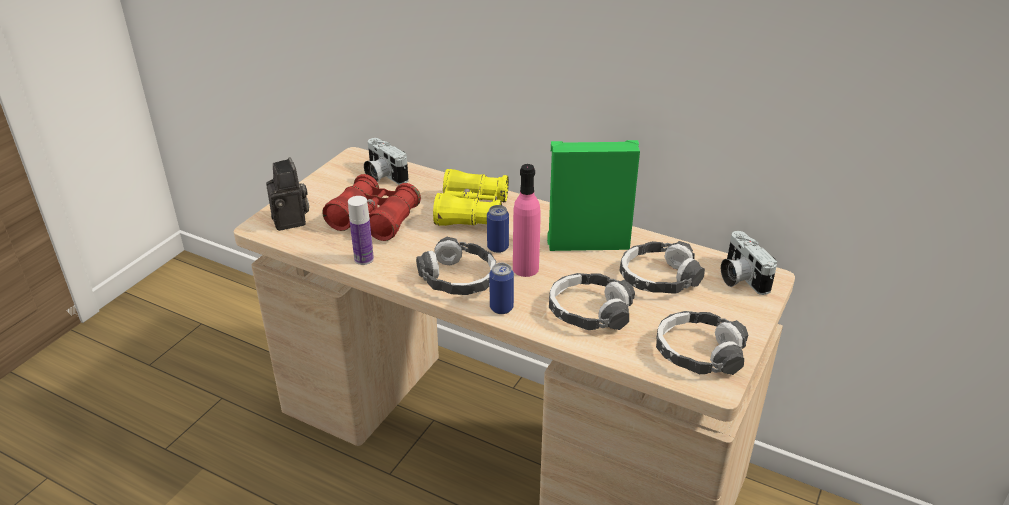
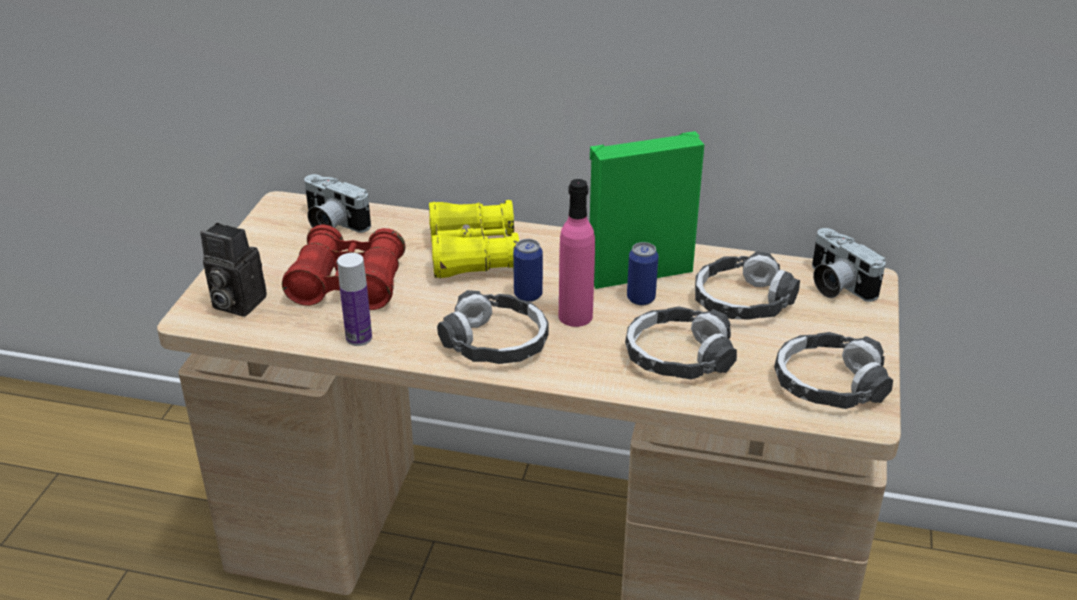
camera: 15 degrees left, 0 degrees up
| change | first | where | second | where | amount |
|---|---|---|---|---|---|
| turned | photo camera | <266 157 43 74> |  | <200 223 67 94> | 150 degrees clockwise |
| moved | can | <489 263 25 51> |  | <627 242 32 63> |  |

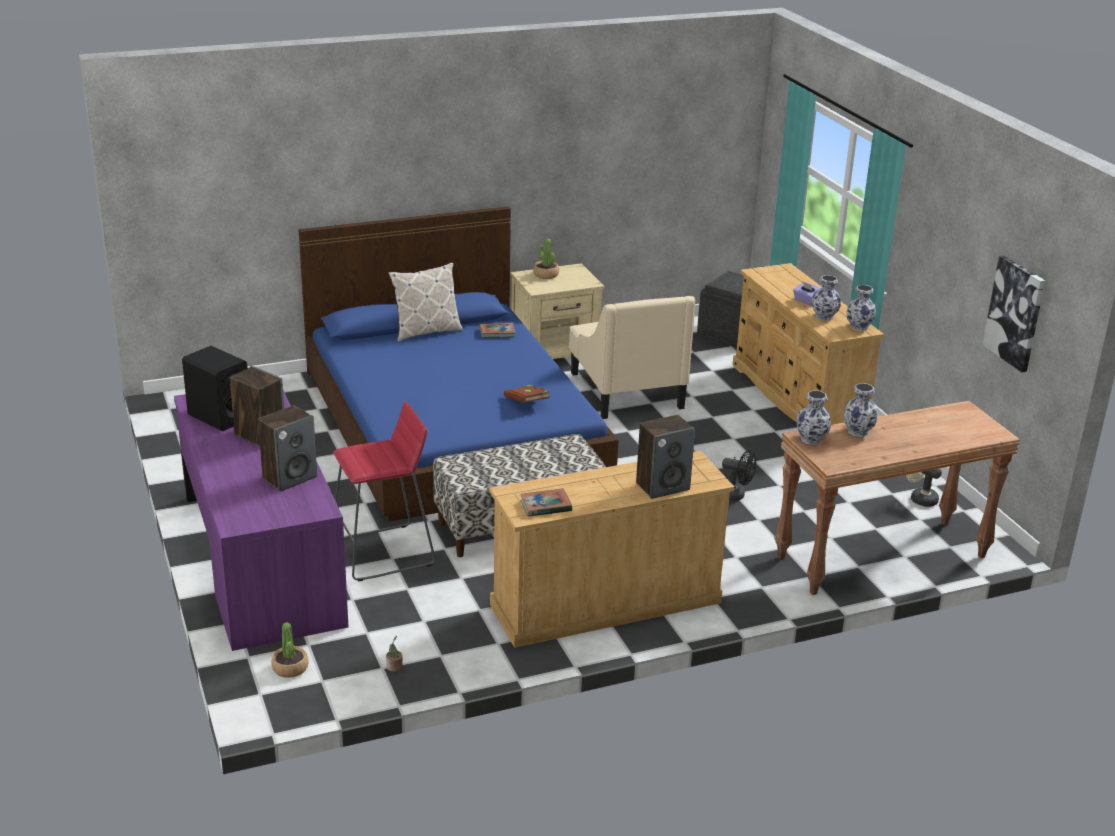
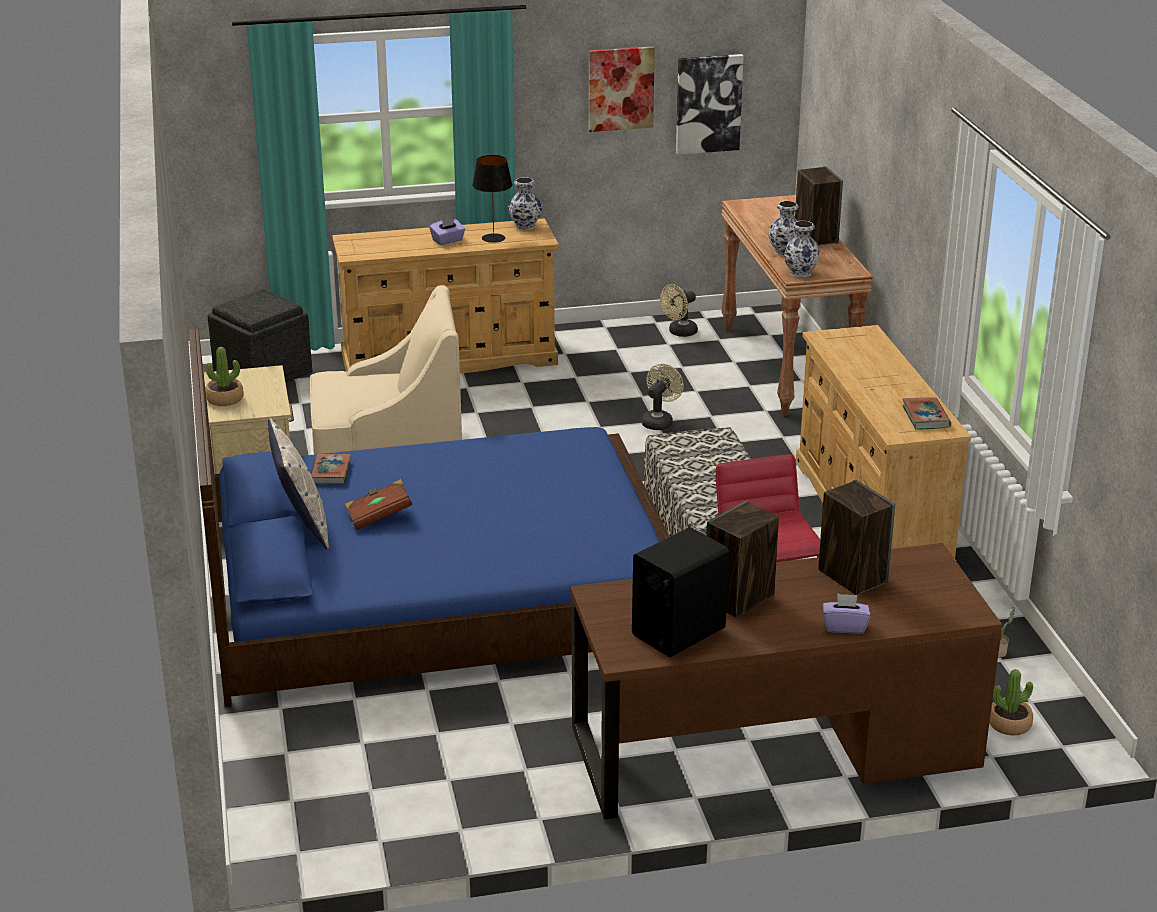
camera: 80 degrees left, 0 degrees up
| change | first | where | second | where | amount |
|---|---|---|---|---|---|
| replaced | vase | <812 275 29 46> | black table lamp | <472 155 40 88> |  |
| moved | brown book | <504 385 46 18> |  | <345 479 67 51> |  |
| recoloured | purple desk | <174 390 174 261> | brown desk | <570 543 432 277> |  |
| moved | speaker | <636 415 59 84> |  | <795 166 48 79> |  |
| recoloured | black fan | <722 450 35 51> | beige fan | <642 364 42 66> |  |
| added |  |  | picture | <589 46 66 86> |  |
| added |  |  | purple tissue box | <823 593 48 41> |  |

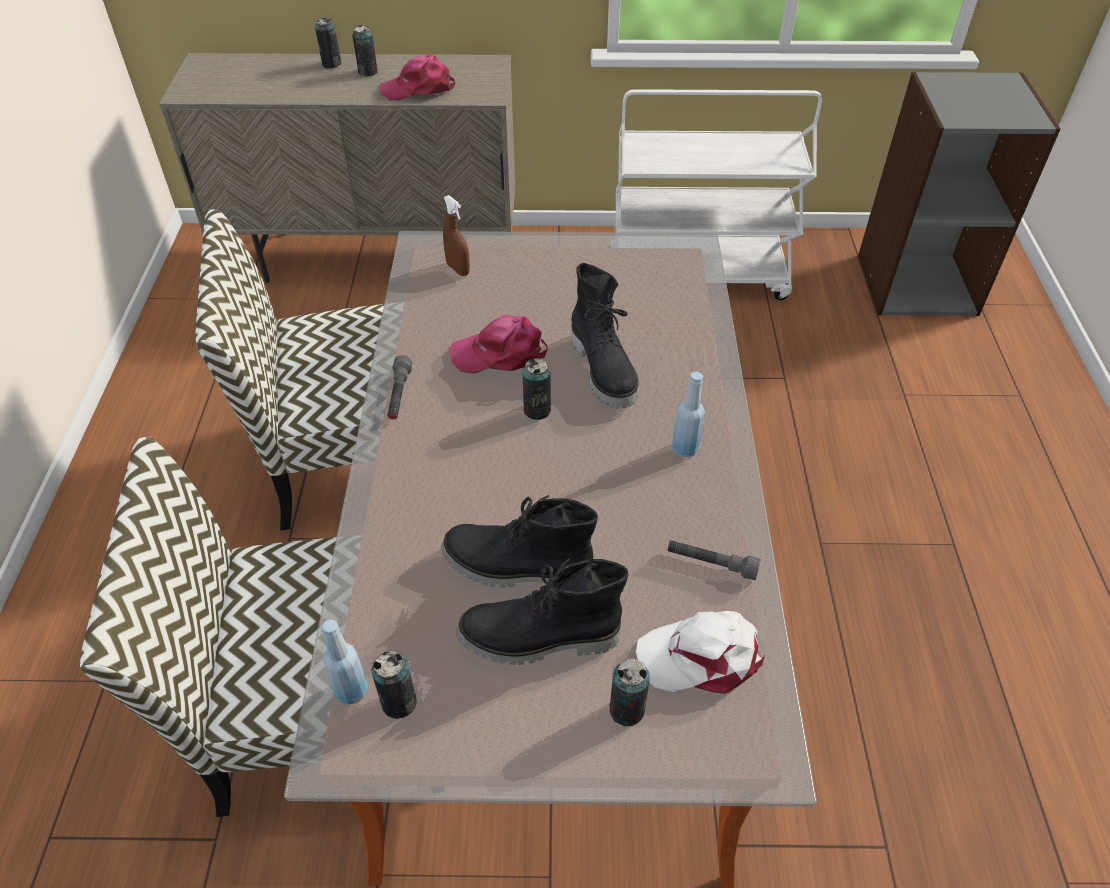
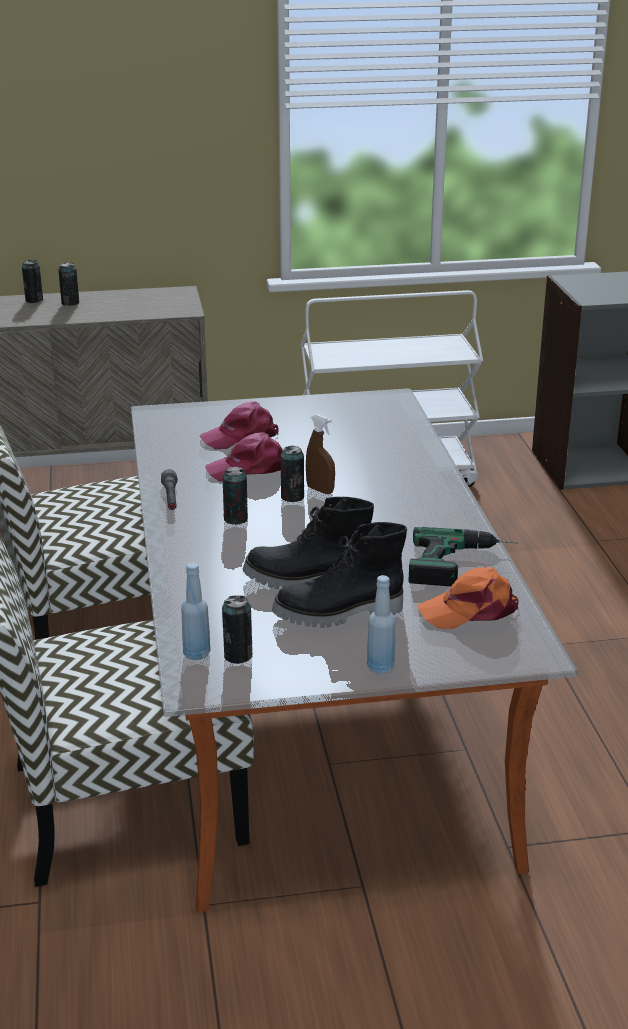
camera: 10 degrees left, 20 degrees down
| change | first | where | second | where | amount |
|---|---|---|---|---|---|
| moved | pink cap | <379 54 76 47> |  | <200 401 79 48> |  |
| moved | brown spray bottle | <443 195 27 81> |  | <306 414 29 80> |  |
| removed | black boot | <571 263 68 146> |  |  |  |
| moved | blue bottle | <672 372 33 85> |  | <367 575 29 99> |  |
| replaced | grey flashlight | <667 540 94 40> | power drill | <408 527 110 59> |  |
| recoloured | white cap | <636 611 129 83> | orange cap | <418 567 101 62> |  |
| moved | can | <609 658 41 68> |  | <223 467 25 58> |  |

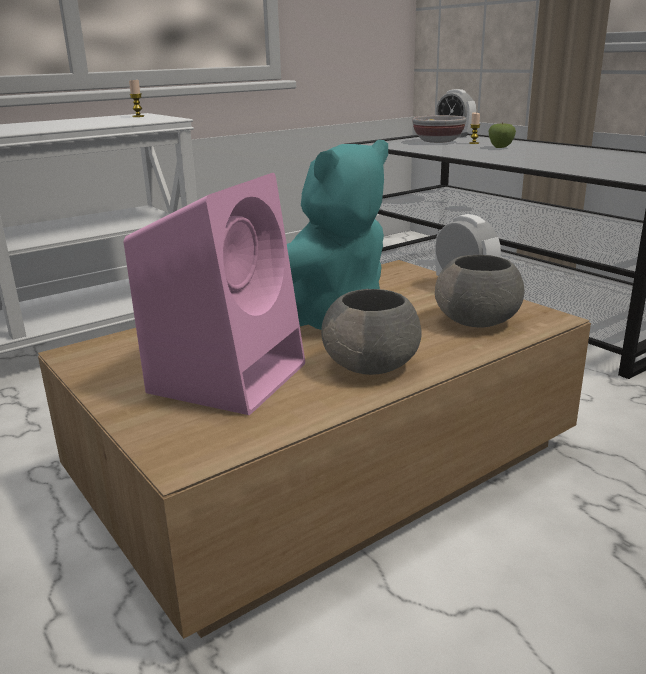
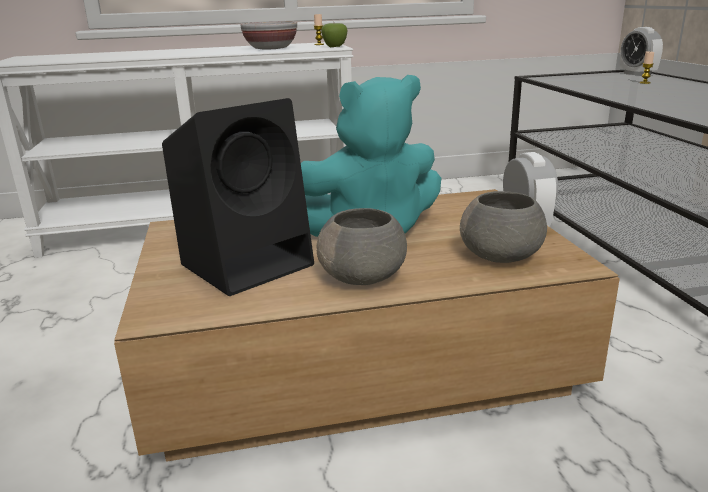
camera: 25 degrees right, 0 degrees up
| change | first | where | second | where | amount |
|---|---|---|---|---|---|
| moved | bowl | <412 115 54 28> |  | <240 21 57 29> |  |
| moved | apple | <489 122 27 26> |  | <321 21 27 26> |  |
| recoloured | pink speaker | <124 173 181 242> | black speaker | <162 98 152 198> |  |

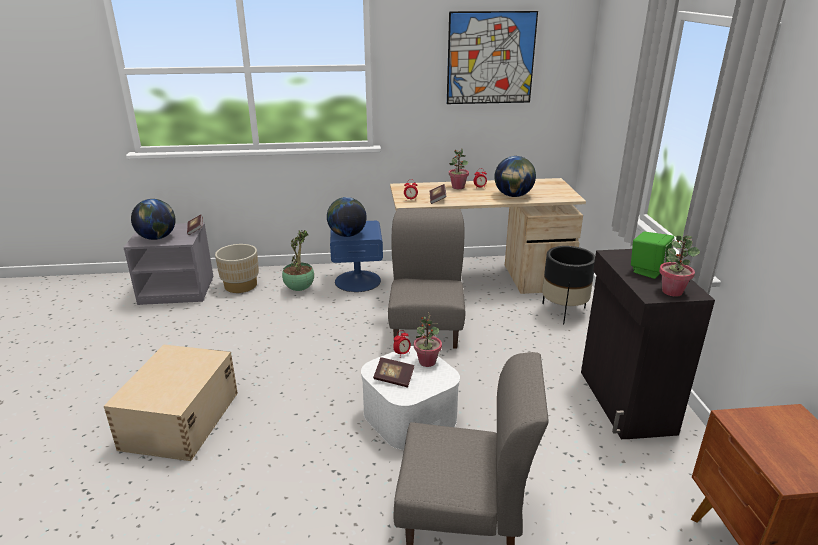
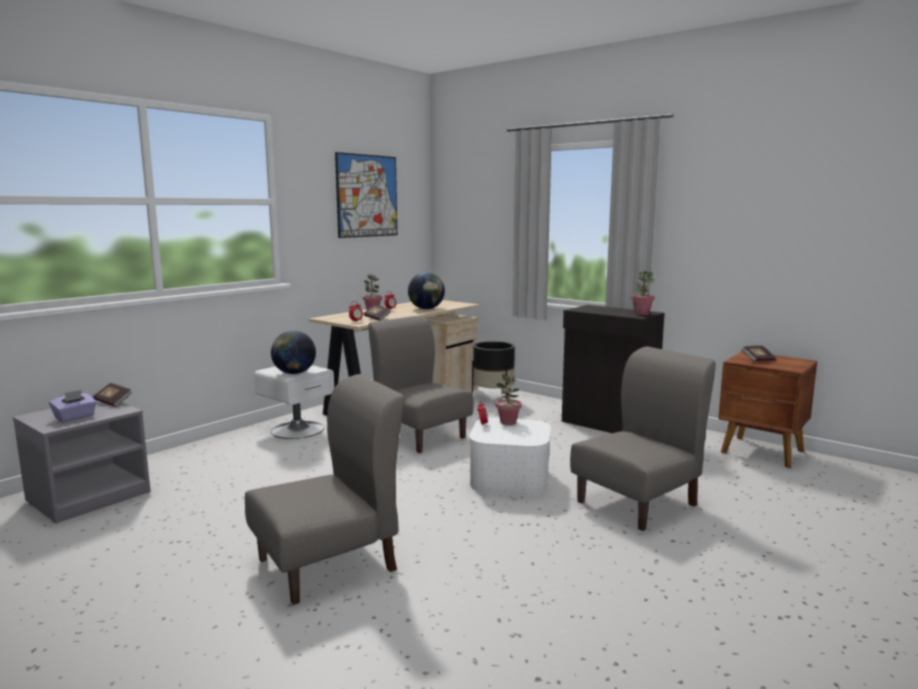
camera: 45 degrees left, 15 degrees down
| change | first | where | second | where | amount |
|---|---|---|---|---|---|
| replaced | globe | <131 199 45 41> | purple tissue box | <49 390 48 32> |  |
| recoloured | blue nightstand | <330 221 53 71> | white nightstand | <254 365 80 74> |  |
| removed | potted plant | <282 230 32 61> |  |  |  |
| removed | green speaker | <631 232 43 47> |  |  |  |
| removed | beige planter | <215 244 44 49> |  |  |  |
| replaced | beige storage box | <104 345 134 116> | grey chair | <245 374 160 231> |  |
| moved | book | <373 357 41 30> |  | <742 346 34 16> |  |

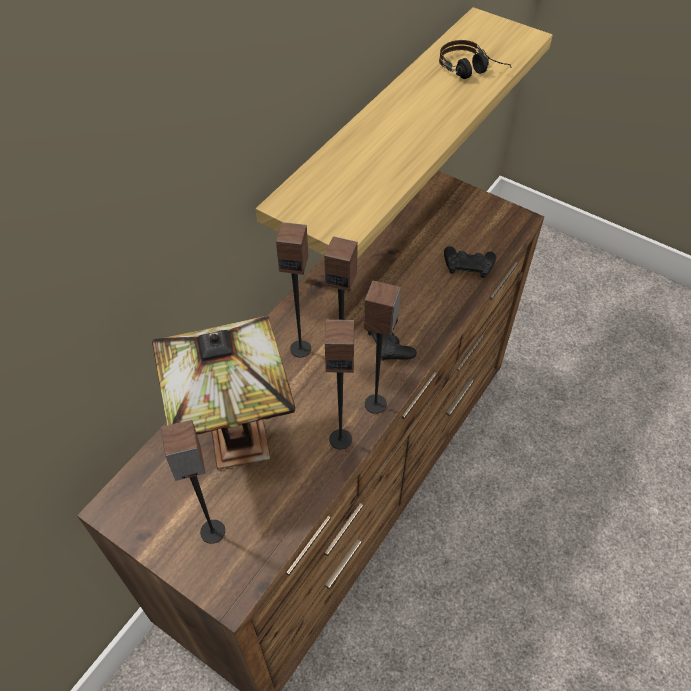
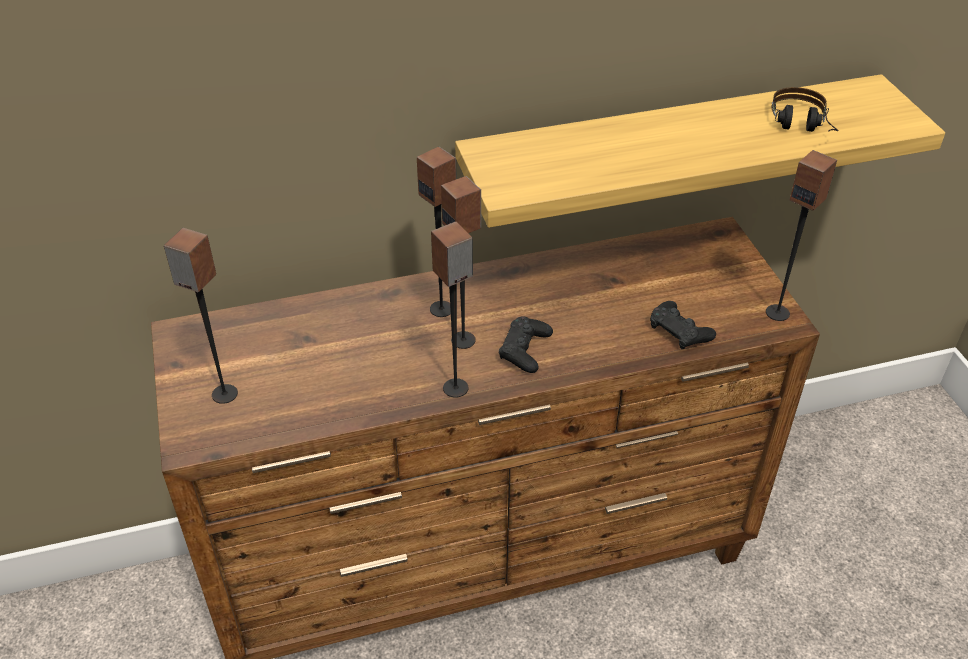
camera: 40 degrees right, 10 degrees down
| change | first | where | second | where | amount |
|---|---|---|---|---|---|
| removed | table lamp | <152 316 143 154> |  |  |  |
| moved | speaker | <325 320 29 130> |  | <766 150 71 171> |  |

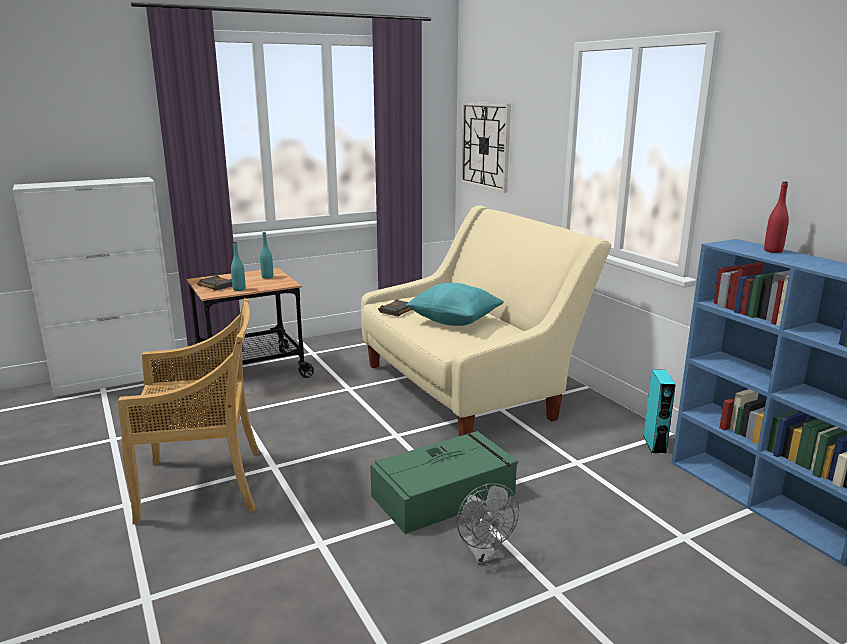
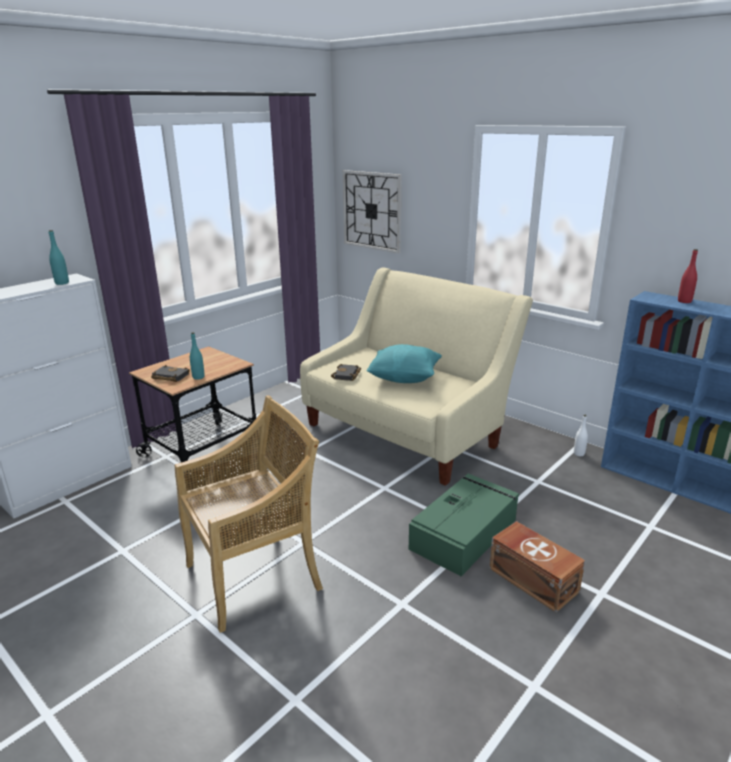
camera: 20 degrees left, 5 degrees up
| change | first | where | second | where | amount |
|---|---|---|---|---|---|
| moved | turquoise bottle | <260 232 13 47> |  | <49 230 20 55> |  |
| replaced | turquoise speaker | <644 369 32 85> | white bottle | <574 415 14 41> |  |
| replaced | grey fan | <457 483 62 82> | brown storage box | <489 521 96 91> |  |

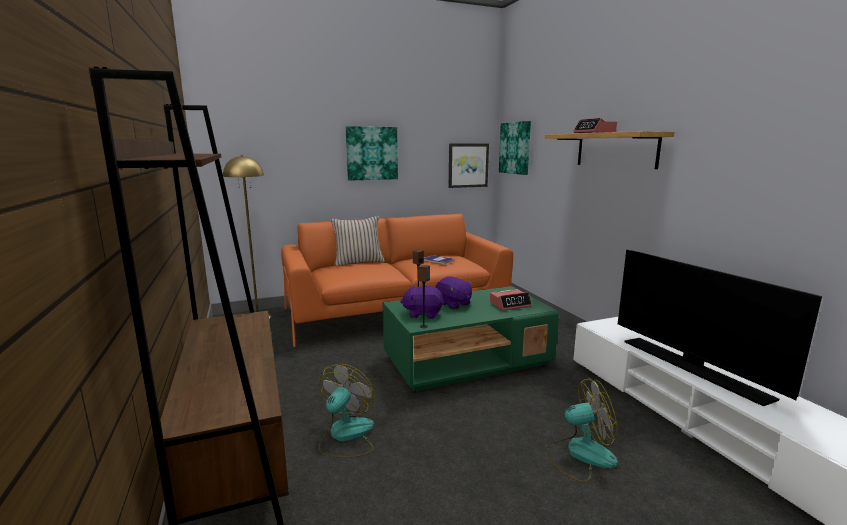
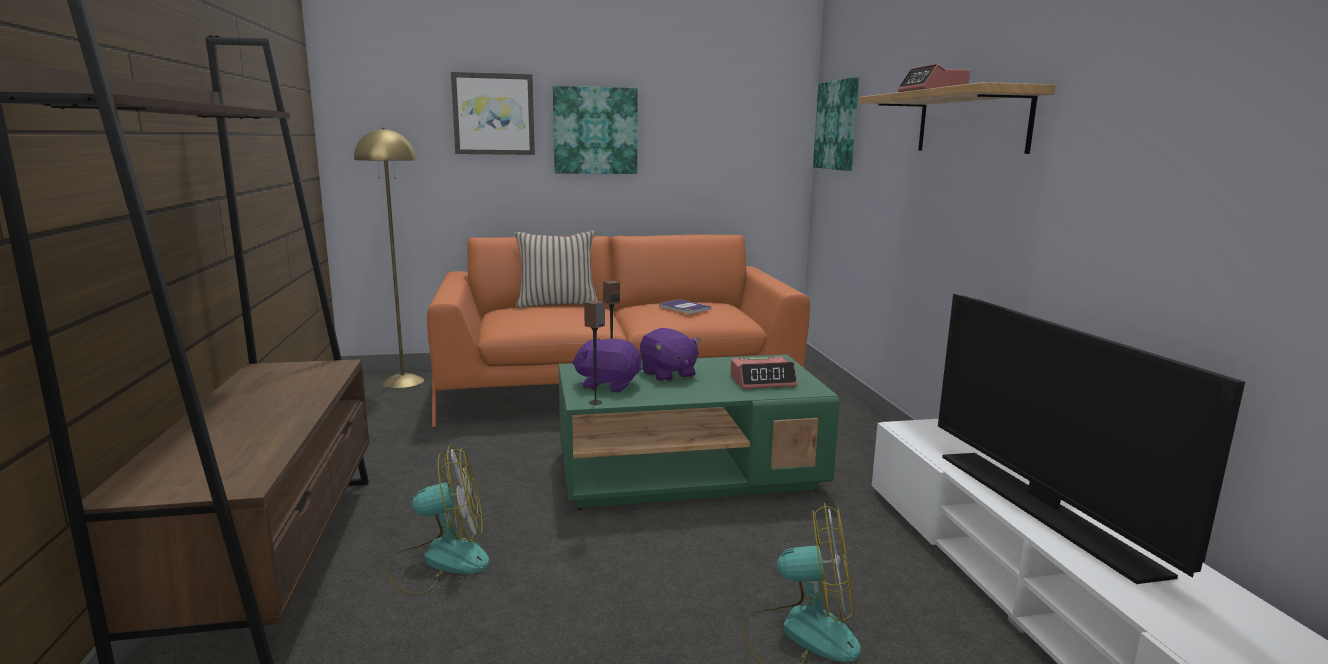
camera: 10 degrees right, 0 degrees up
| change | first | where | second | where | amount |
|---|---|---|---|---|---|
| moved | picture | <449 144 40 44> |  | <451 72 84 83> |  |
| turned | fan | <318 364 56 94> |  | <386 445 104 151> | 45 degrees clockwise |

